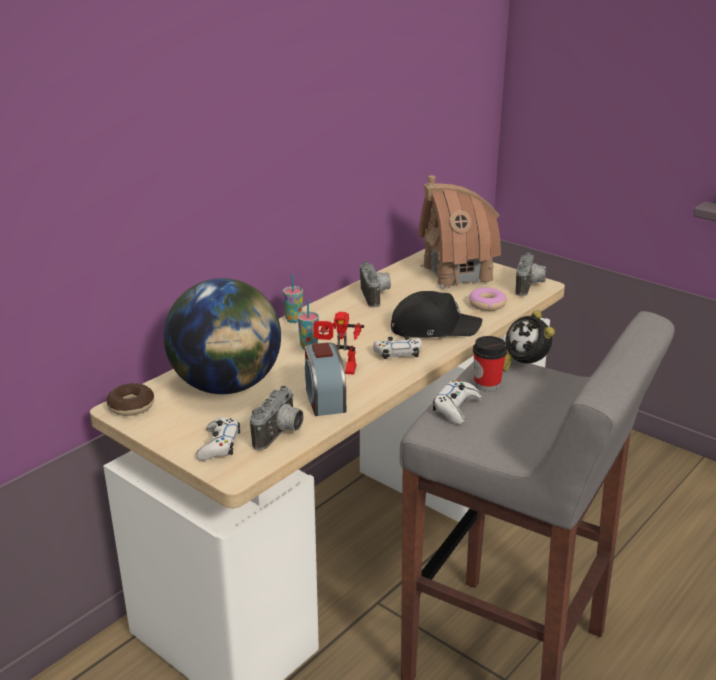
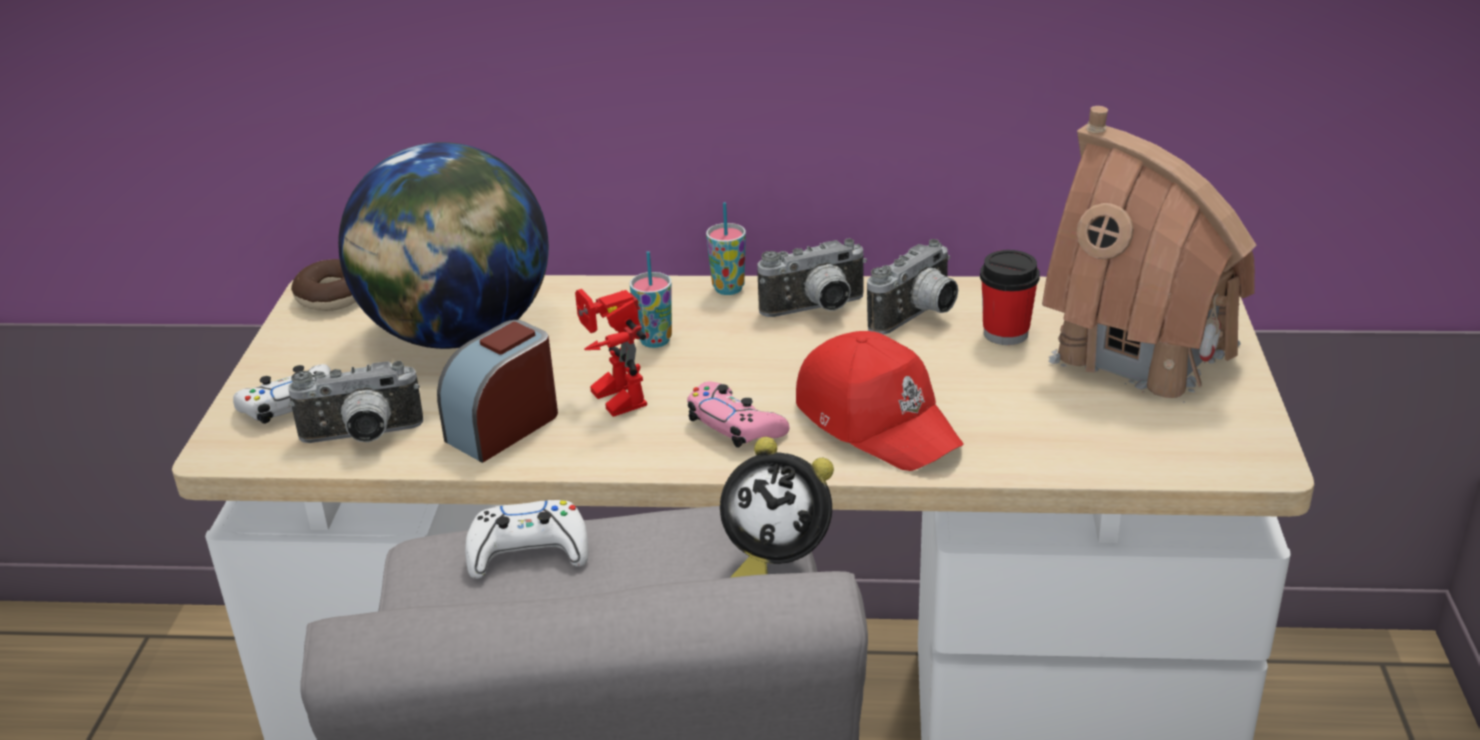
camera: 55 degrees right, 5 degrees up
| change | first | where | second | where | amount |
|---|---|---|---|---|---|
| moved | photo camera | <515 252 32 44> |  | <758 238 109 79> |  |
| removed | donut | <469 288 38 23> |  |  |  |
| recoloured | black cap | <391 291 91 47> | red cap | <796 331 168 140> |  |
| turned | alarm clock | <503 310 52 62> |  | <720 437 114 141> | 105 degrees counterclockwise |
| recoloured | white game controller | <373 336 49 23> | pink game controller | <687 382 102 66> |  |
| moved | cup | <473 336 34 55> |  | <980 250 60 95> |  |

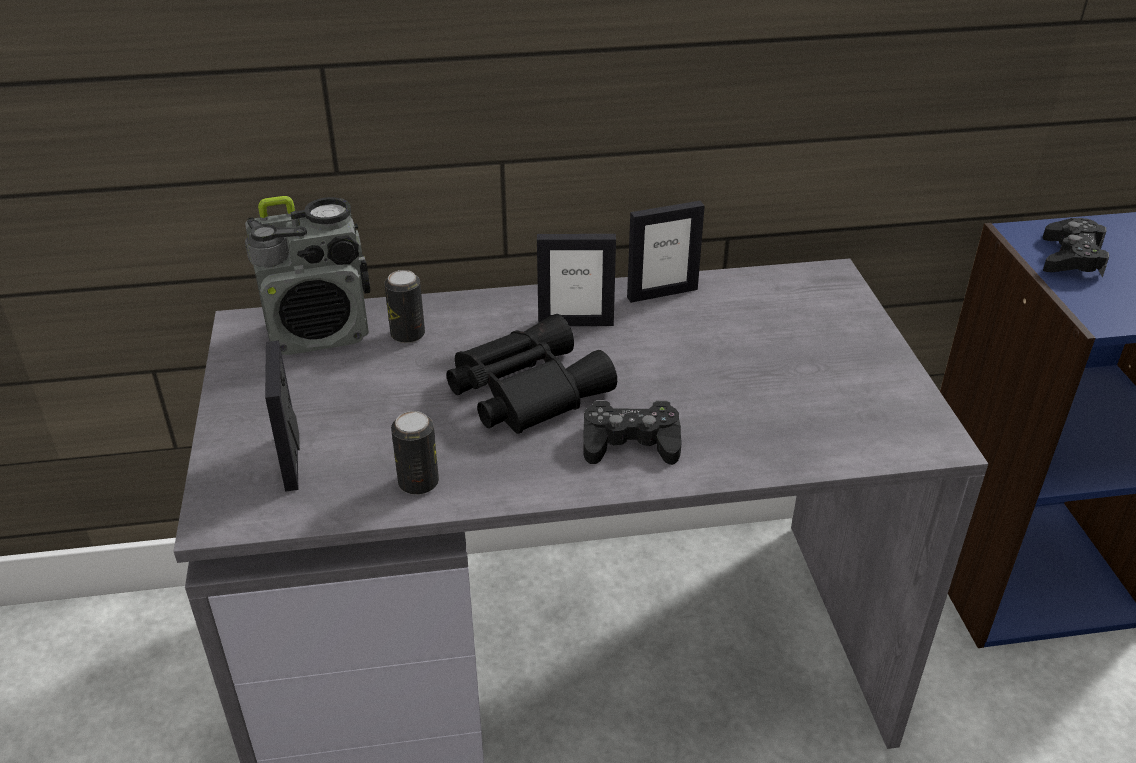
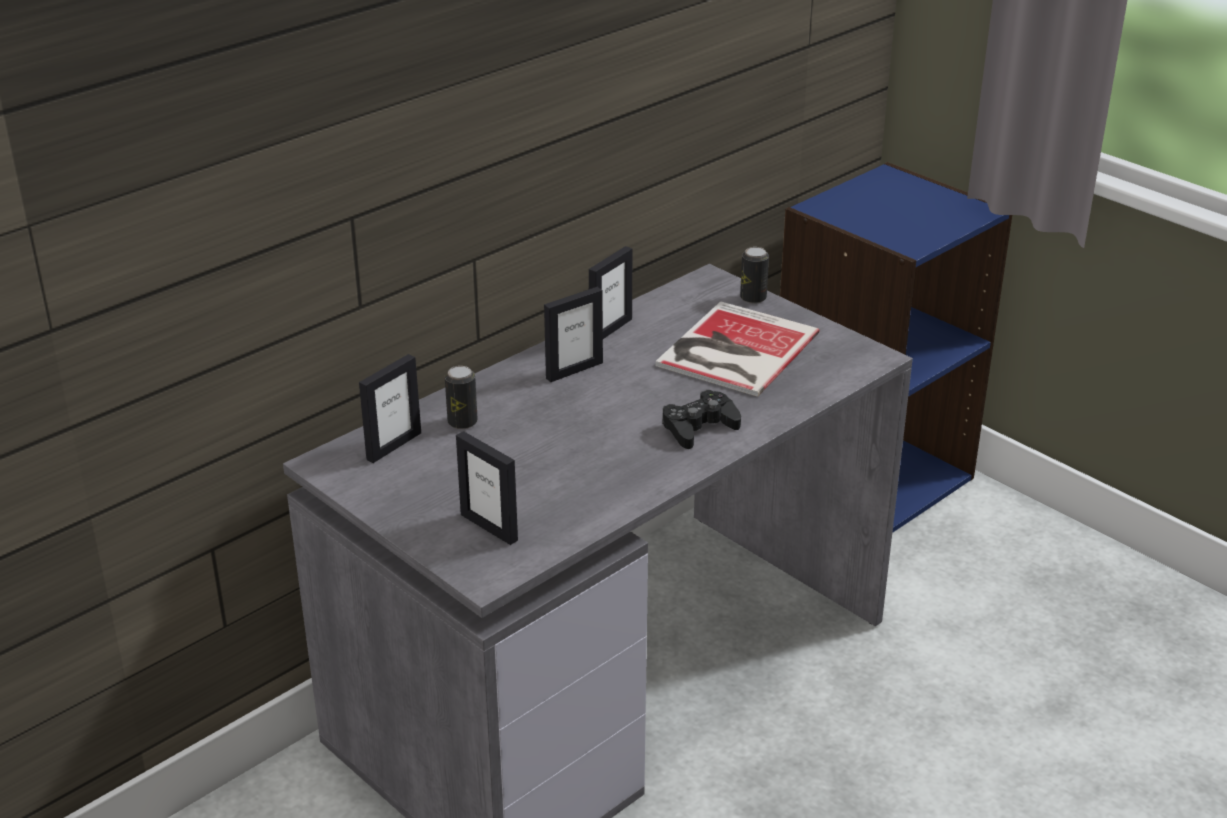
camera: 35 degrees left, 5 degrees down
| change | first | where | second | where | amount |
|---|---|---|---|---|---|
| replaced | radio | <245 196 125 159> | picture frame | <359 354 62 109> |  |
| removed | black game controller | <1043 218 66 60> |  |  |  |
| removed | black binoculars | <447 314 170 120> |  |  |  |
| moved | can | <391 411 48 84> |  | <740 247 29 57> |  |
| added |  |  | book | <656 301 164 96> |  |

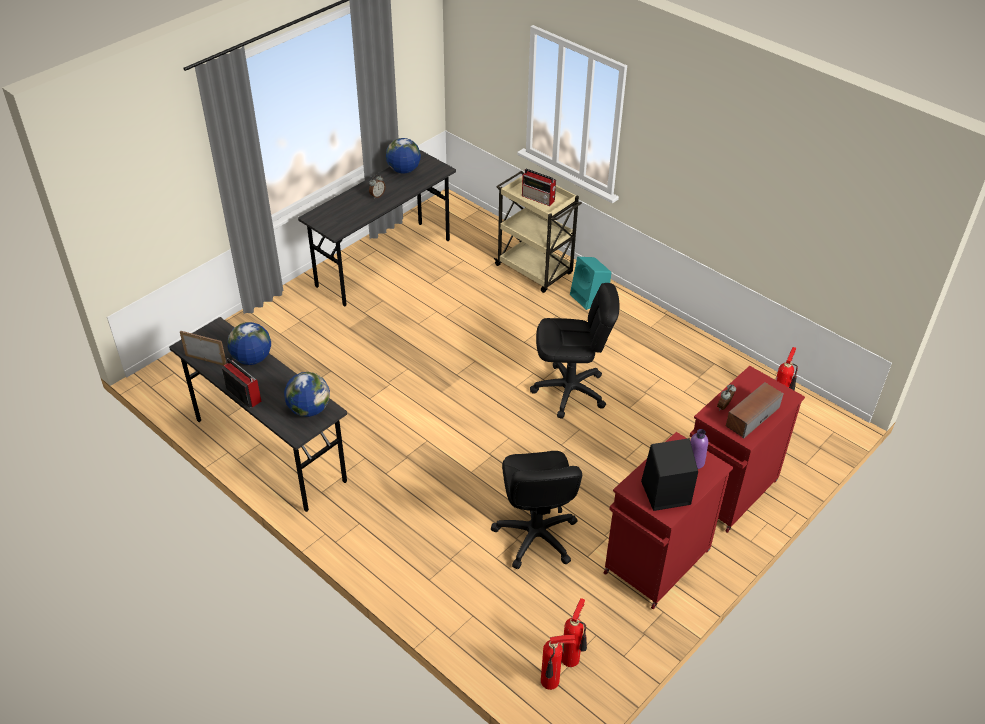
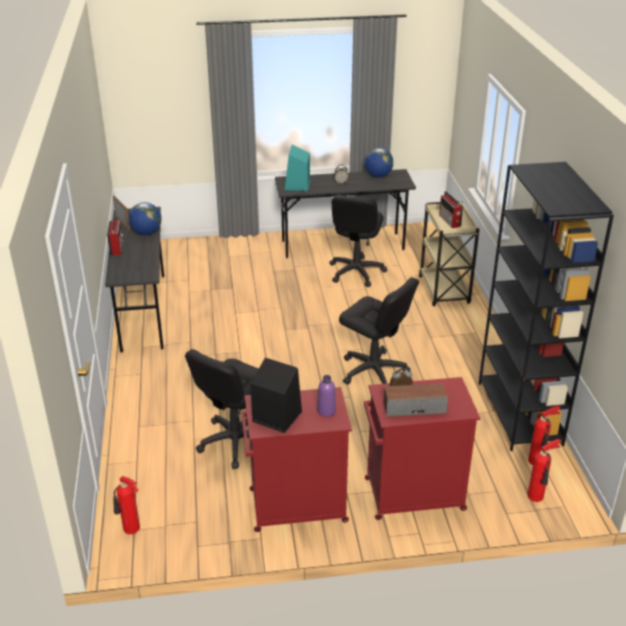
camera: 40 degrees right, 10 degrees down
| change | first | where | second | where | amount |
|---|---|---|---|---|---|
| moved | turquoise speaker | <570 257 41 53> |  | <285 145 25 46> |  |
| removed | globe | <284 372 46 45> |  |  |  |
| moved | fire extinguisher | <562 598 25 69> |  | <528 439 33 63> |  |
| added |  |  | black bookcase | <479 162 135 289> |  |
| added |  |  | black office chair | <329 195 58 92> |  |

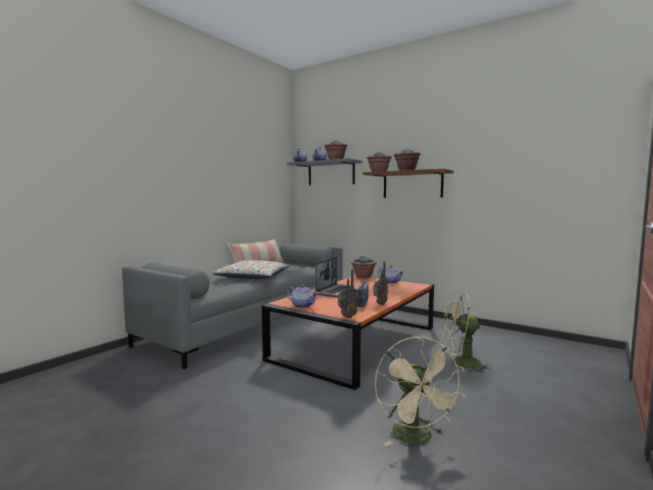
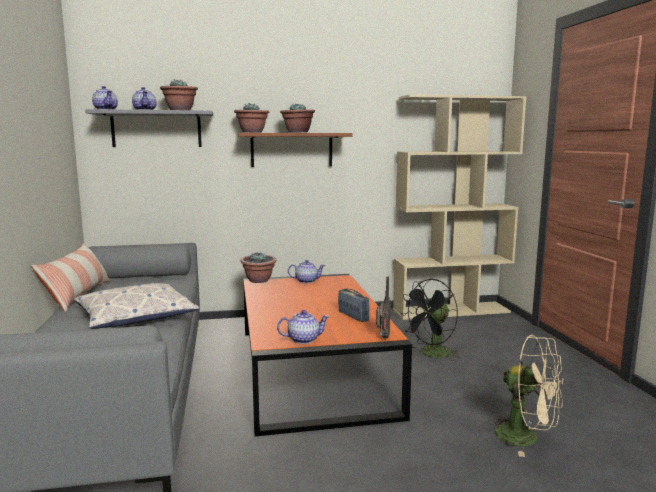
camera: 45 degrees left, 5 degrees up
| change | first | where | second | where | amount |
|---|---|---|---|---|---|
| removed | laptop | <315 257 44 40> |  |  |  |
| removed | radio | <373 261 15 44> |  |  |  |
| recoloured | beige fan | <441 292 50 81> | black fan | <401 279 59 82> |  |
| added |  |  | beige bookcase | <393 94 134 226> |  |

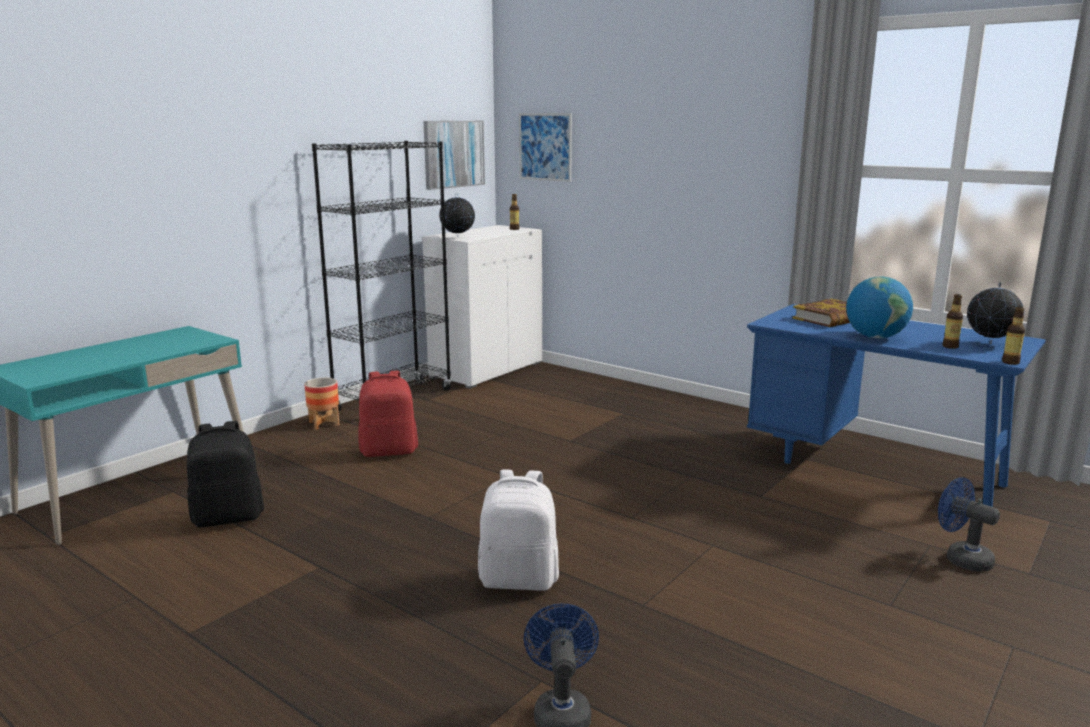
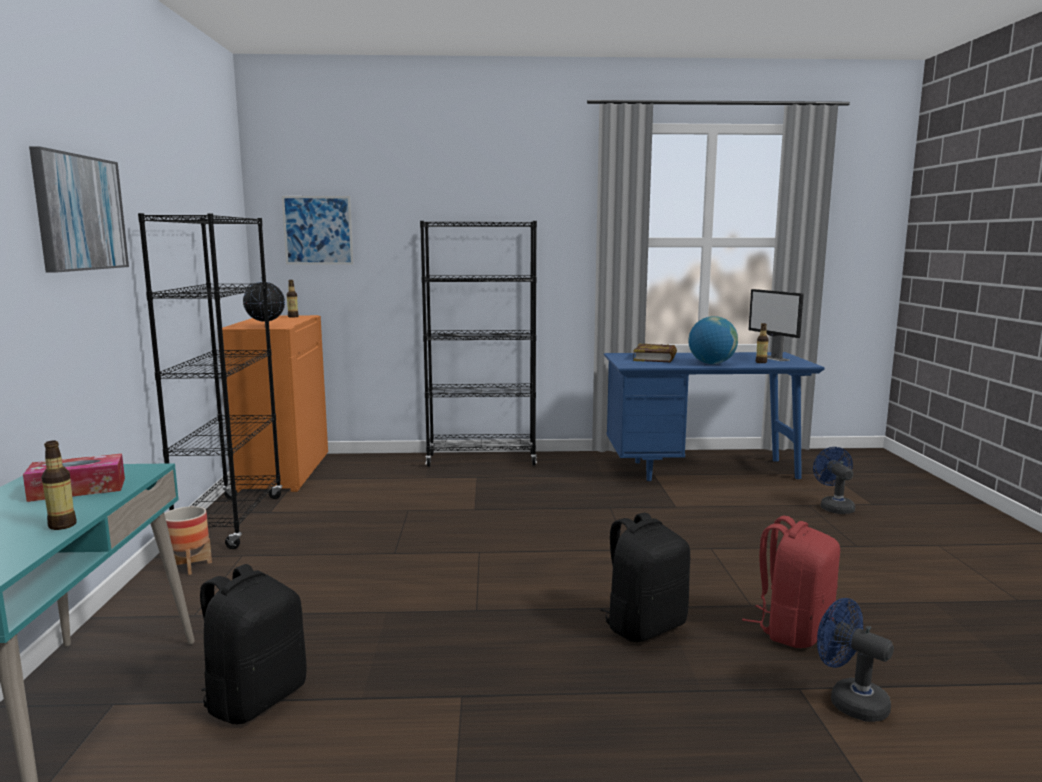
camera: 40 degrees left, 5 degrees down
| change | first | where | second | where | amount |
|---|---|---|---|---|---|
| moved | picture | <423 121 62 69> |  | <29 146 100 127> |  |
| recoloured | white cabinet | <422 225 120 164> | orange cabinet | <217 315 111 177> |  |
| replaced | globe | <967 282 57 62> | monitor | <749 289 55 72> |  |
| moved | bottle | <1002 307 23 58> |  | <41 441 35 89> |  |
| moved | red backpack | <358 371 60 86> |  | <742 516 98 132> |  |
| recoloured | white backpack | <478 470 81 121> | black backpack | <600 512 90 130> |  |
| turned | blue fan | <938 477 62 95> |  | <813 447 42 67> | 75 degrees clockwise |
| added |  |  | black bookcase | <420 221 117 246> |  |
| added |  |  | tissue box | <23 454 102 48> |  |

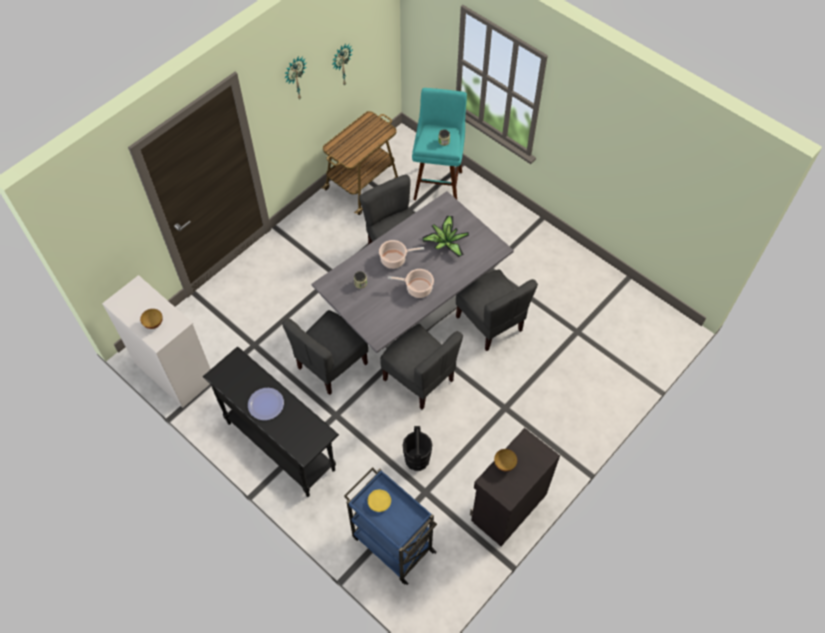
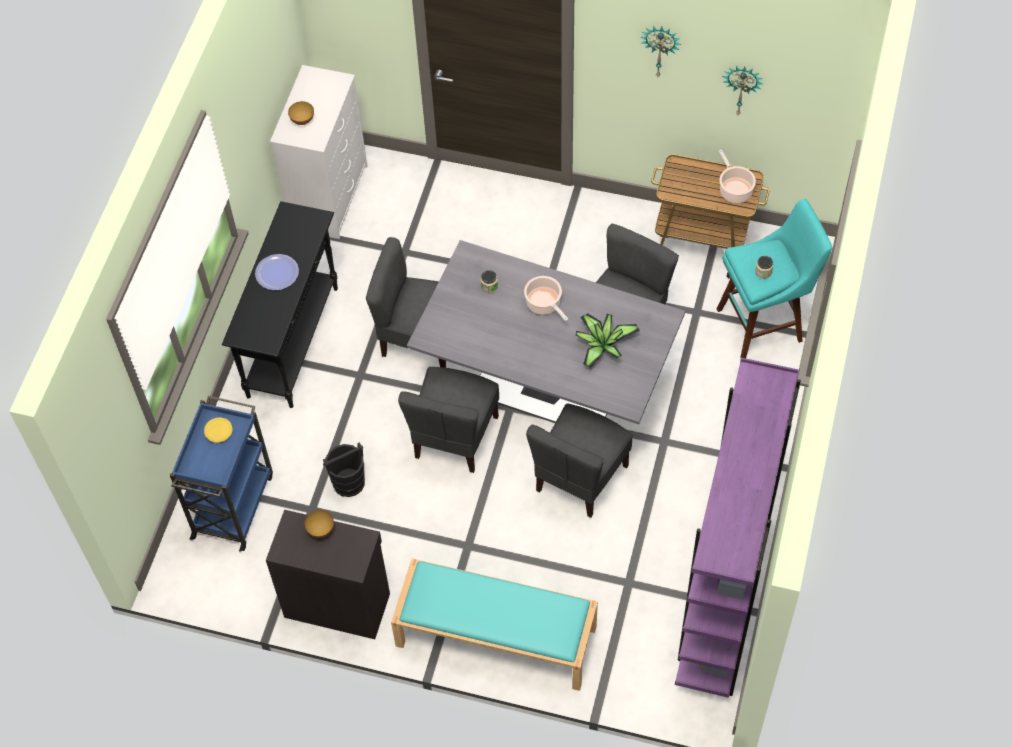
camera: 65 degrees right, 0 degrees up
| change | first | where | second | where | amount |
|---|---|---|---|---|---|
| moved | cooking pot | <388 269 46 29> |  | <718 149 38 54> |  |
| added |  |  | purple bookcase | <675 358 126 340> |  |
| added |  |  | turquoise bench | <391 558 207 133> |  |

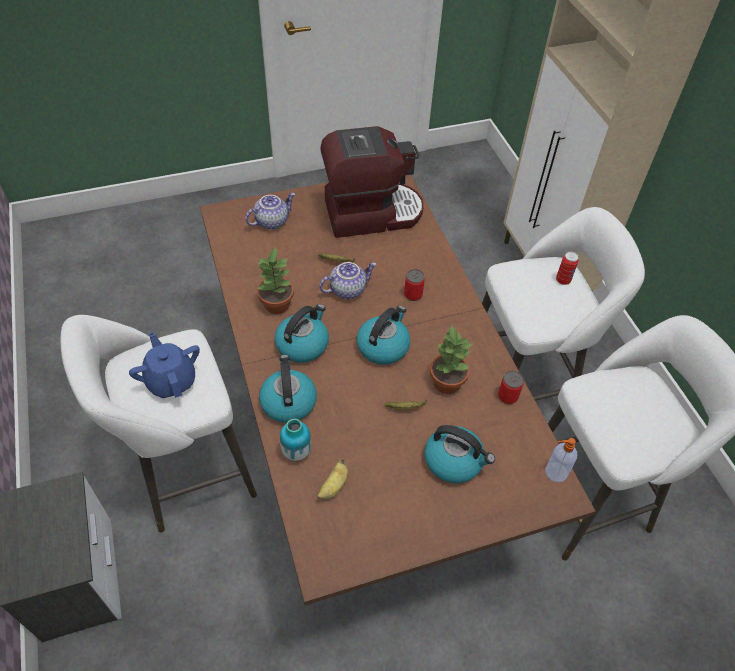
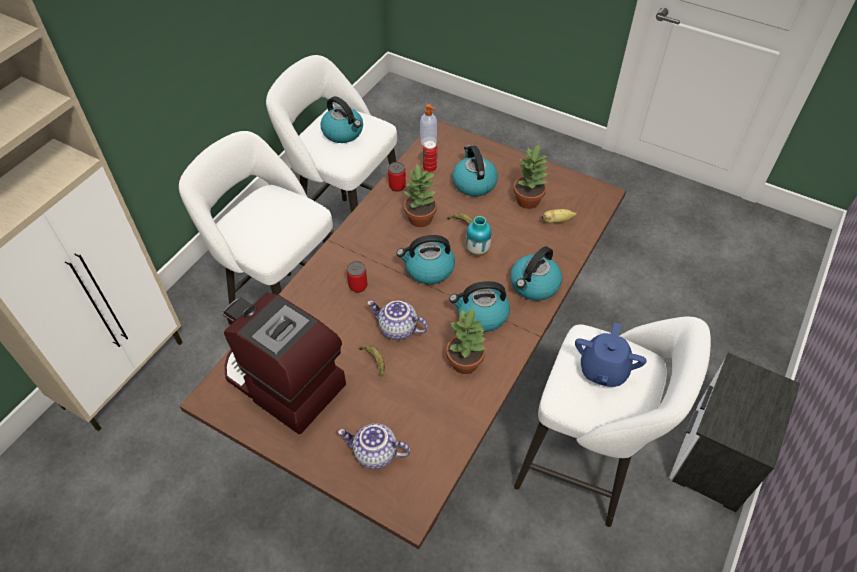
camera: 130 degrees left, 0 degrees up
| change | first | where | second | where | amount |
|---|---|---|---|---|---|
| moved | can | <556 251 23 34> |  | <423 140 14 32> |  |
| moved | vase | <280 419 31 43> |  | <466 216 26 41> |  |
| added |  |  | kettle | <320 96 43 47> |  |
| added |  |  | potted plant | <513 145 36 64> |  |

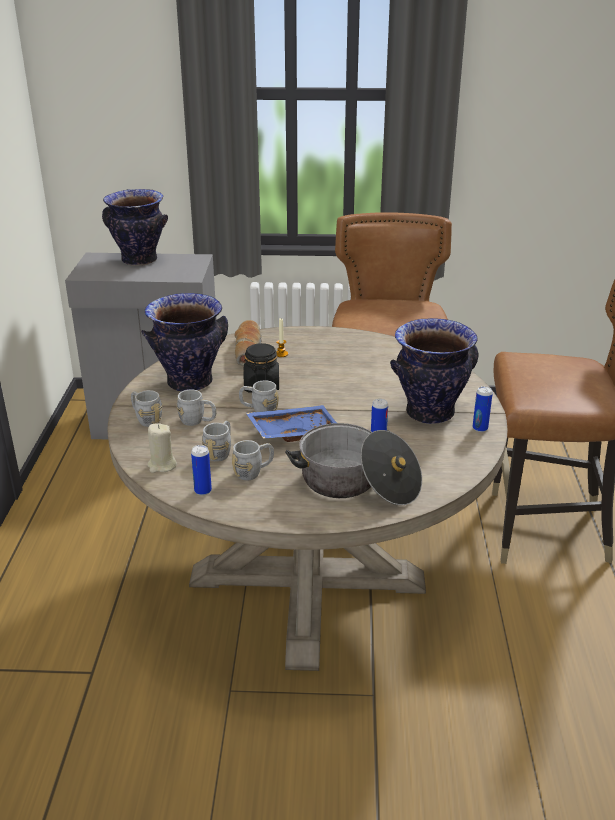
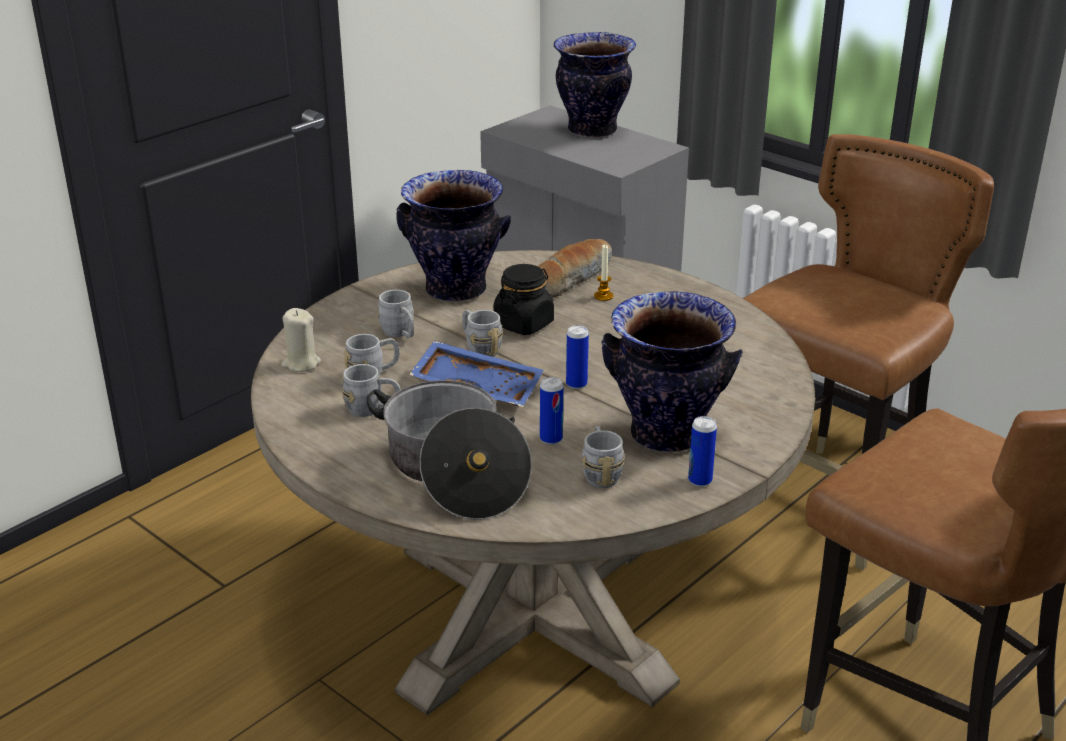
camera: 40 degrees right, 0 degrees up
| change | first | where | second | where | amount |
|---|---|---|---|---|---|
| moved | grey mug | <131 390 31 37> |  | <582 426 43 62> |  |
| moved | can | <191 445 21 50> |  | <566 325 23 64> |  |

